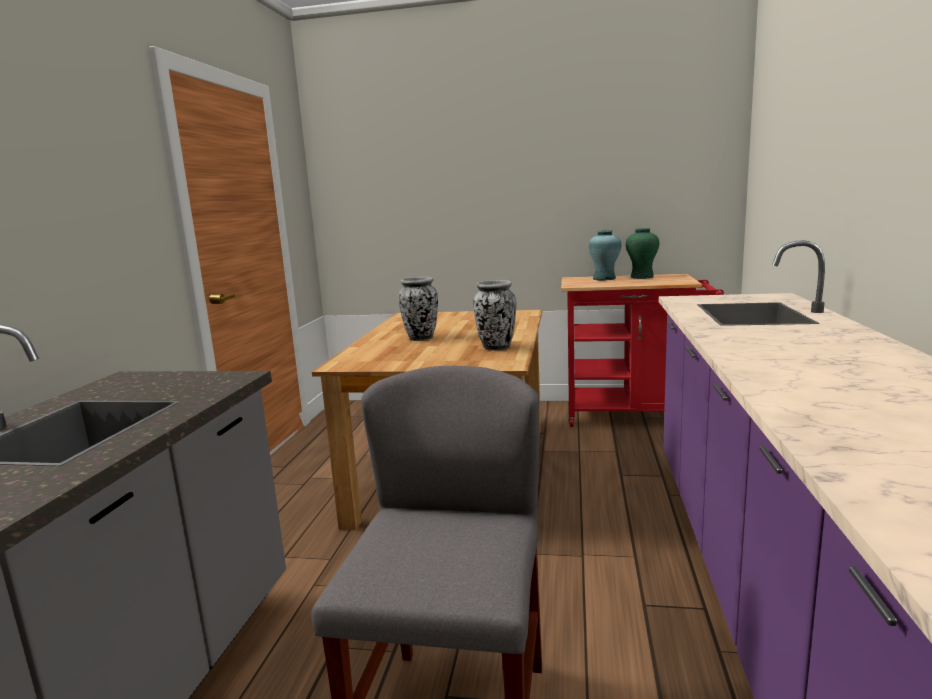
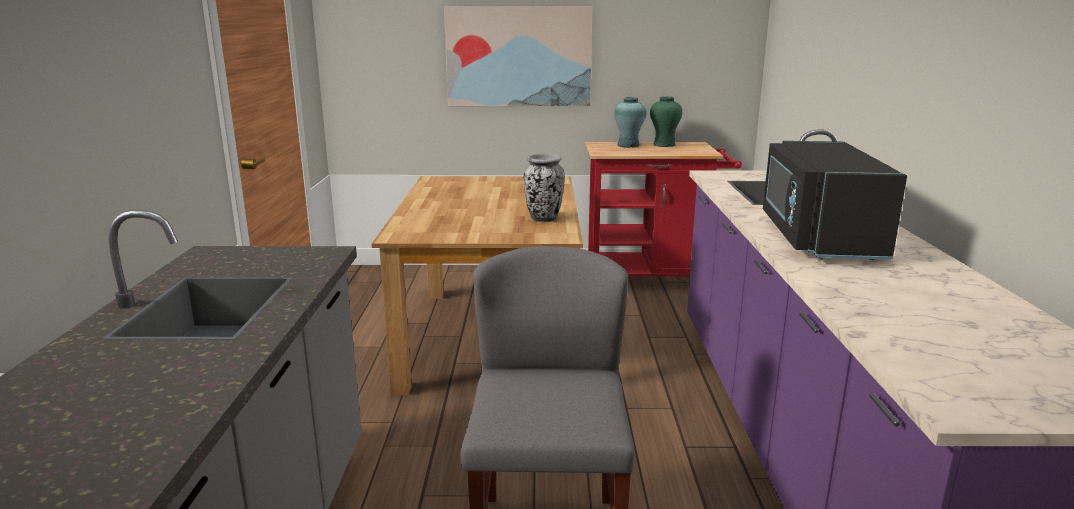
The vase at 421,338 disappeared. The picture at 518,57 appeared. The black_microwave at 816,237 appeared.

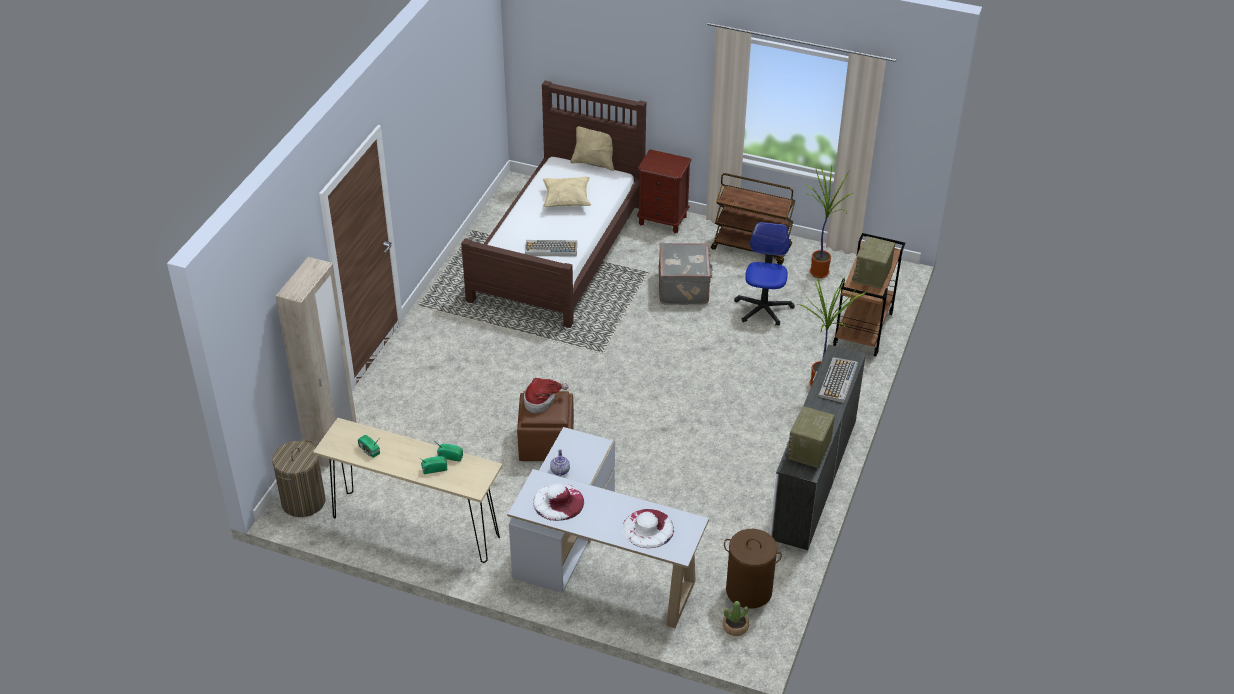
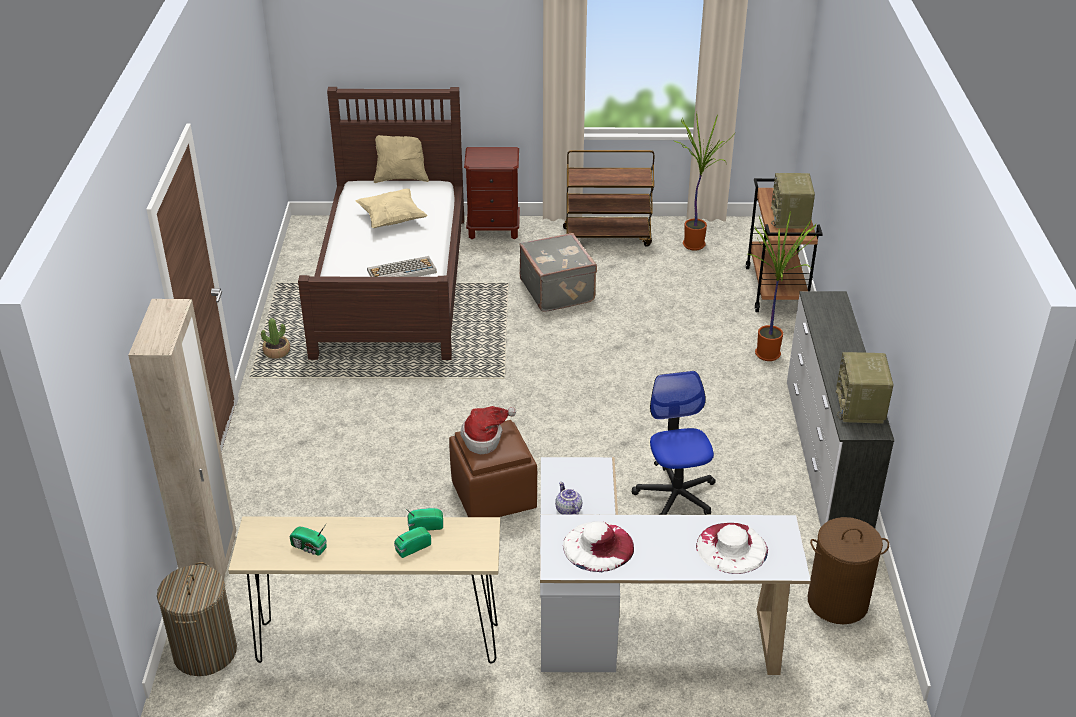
The keyboard at 838,381 disappeared. The potted_plant moved from 735,626 to 277,351. The office_chair moved from 763,309 to 675,495.

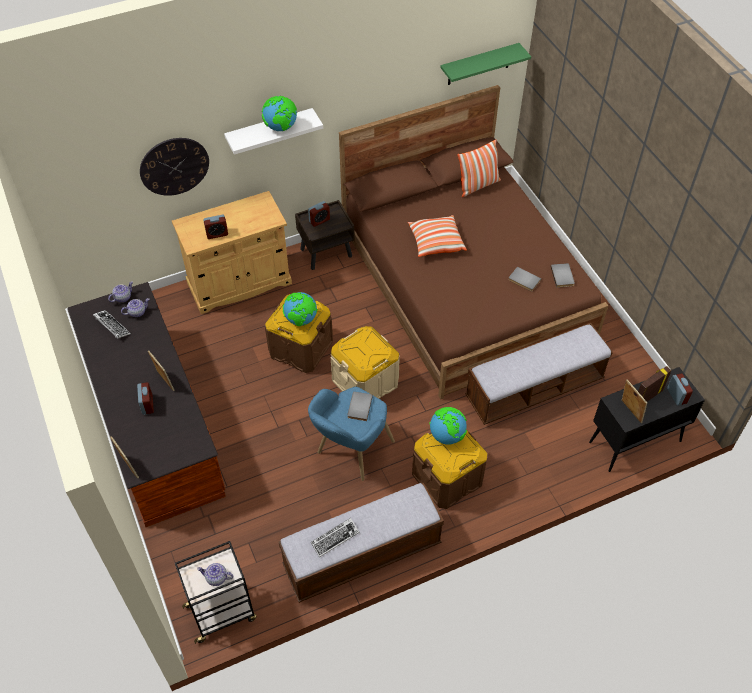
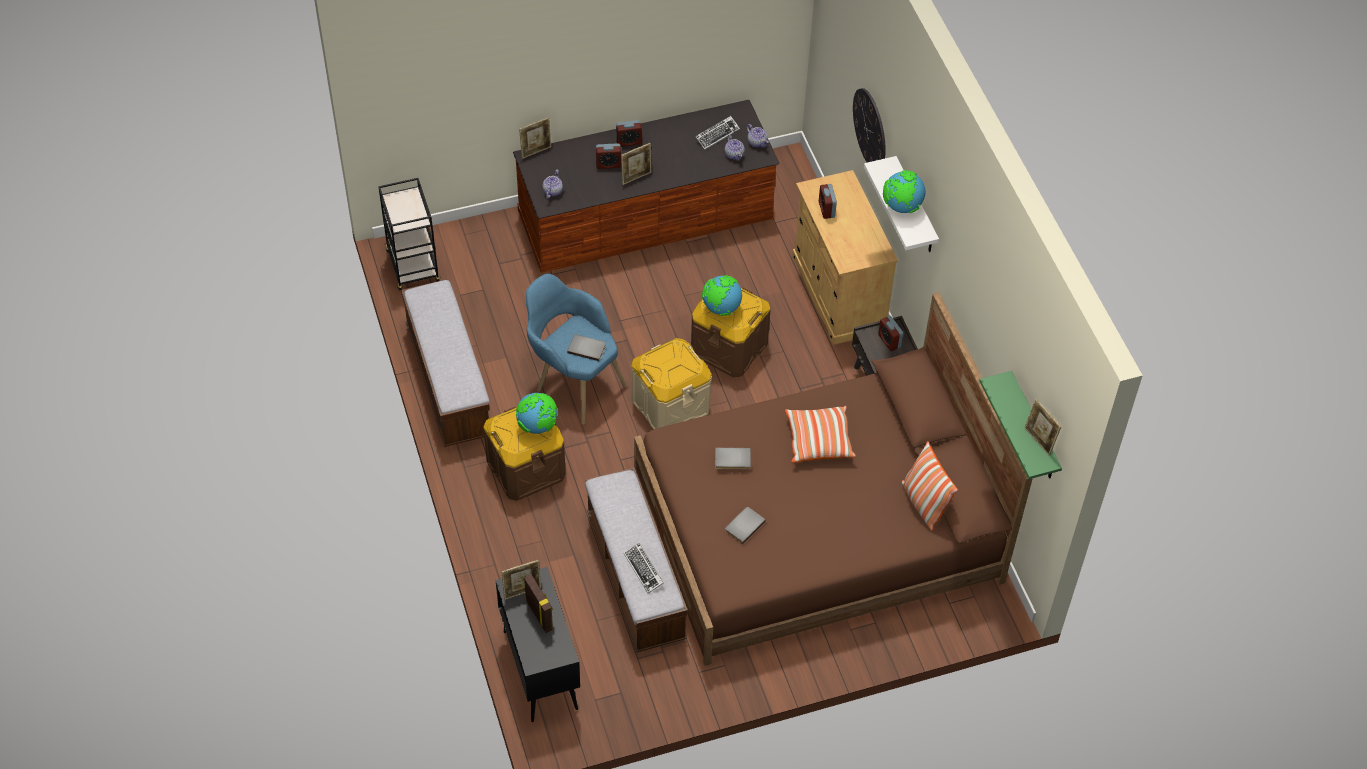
The picture_frame at 1038,441 appeared. The teapot moved from 216,578 to 552,191. The keyboard moved from 335,538 to 644,570. The grey_book moved from 563,276 to 732,460. The alarm_clock moved from 676,396 to 628,141.

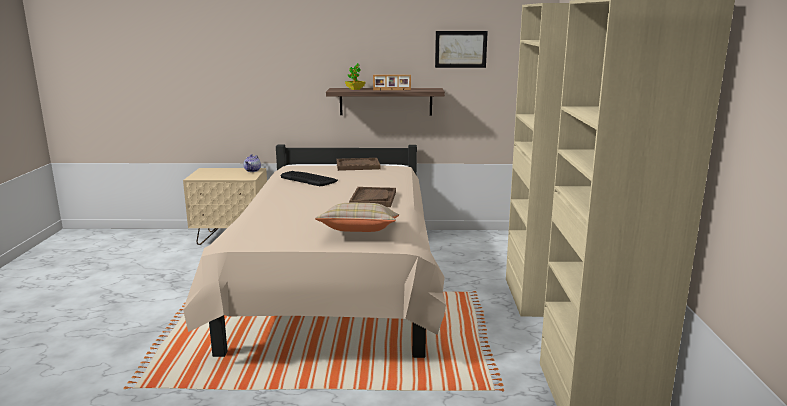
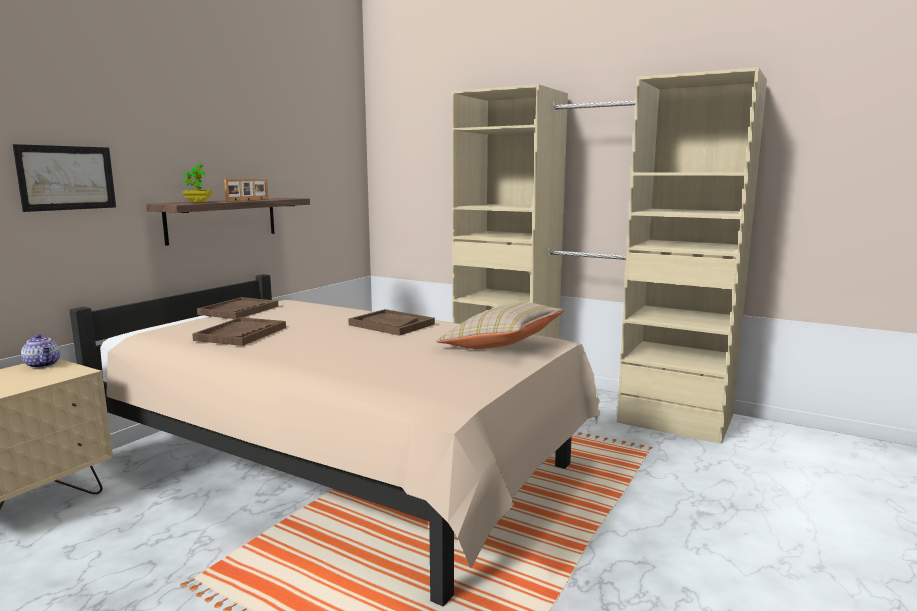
The picture moved from 460,49 to 67,178. The keyboard at 308,179 was replaced by the brown_tray at 241,334.

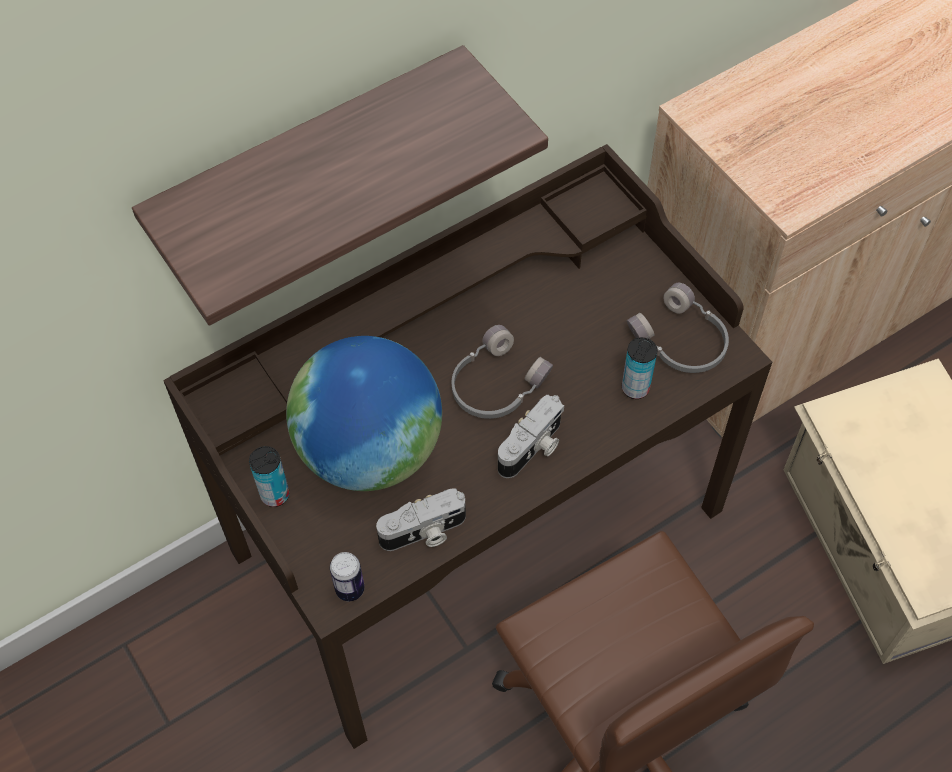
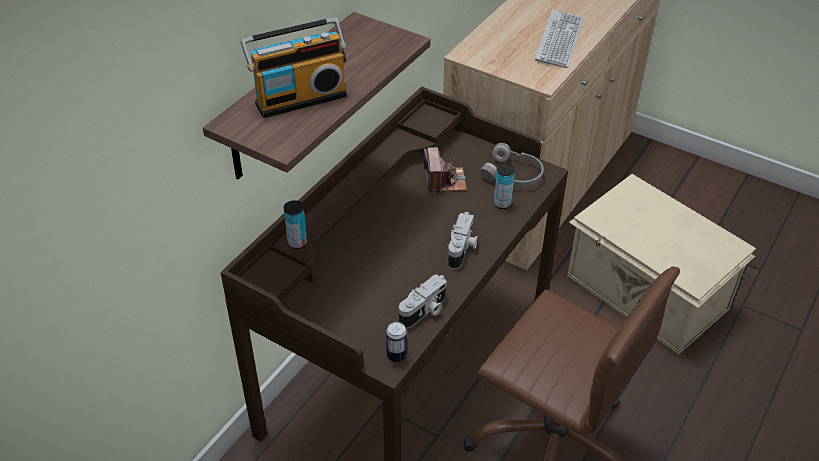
The globe at 371,450 disappeared. The grey_headphones at 495,384 disappeared. The radio at 300,98 appeared. The photo_camera at 444,181 appeared. The keyboard at 559,40 appeared. The can moved from 275,495 to 297,243.

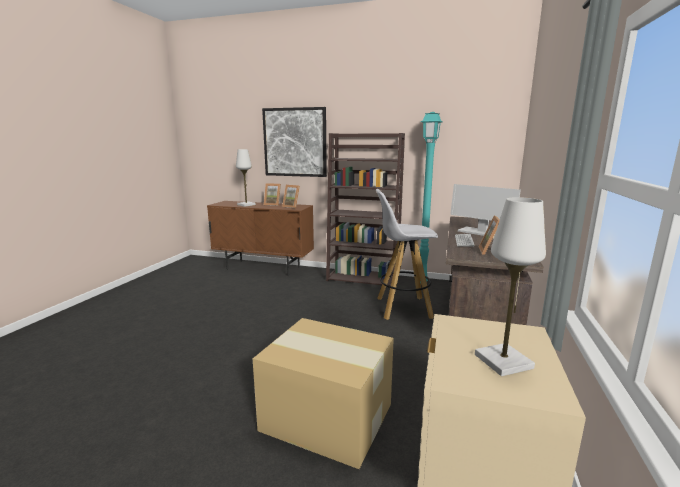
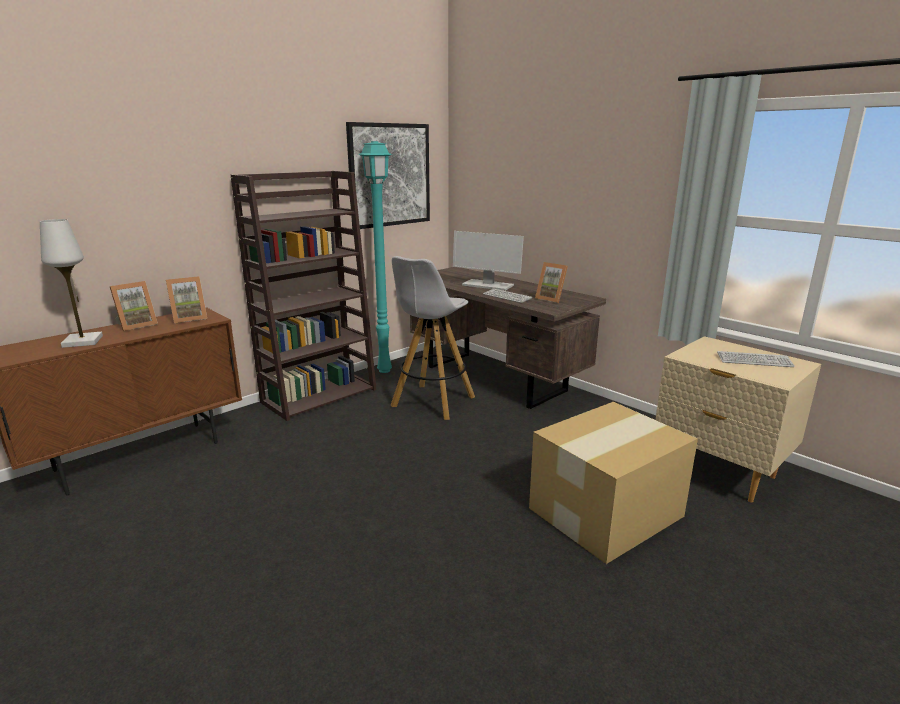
The picture moved from 295,142 to 389,175. The white_table_lamp at 503,361 was replaced by the keyboard at 754,360. The monitor at 481,232 turned 45 degrees clockwise.

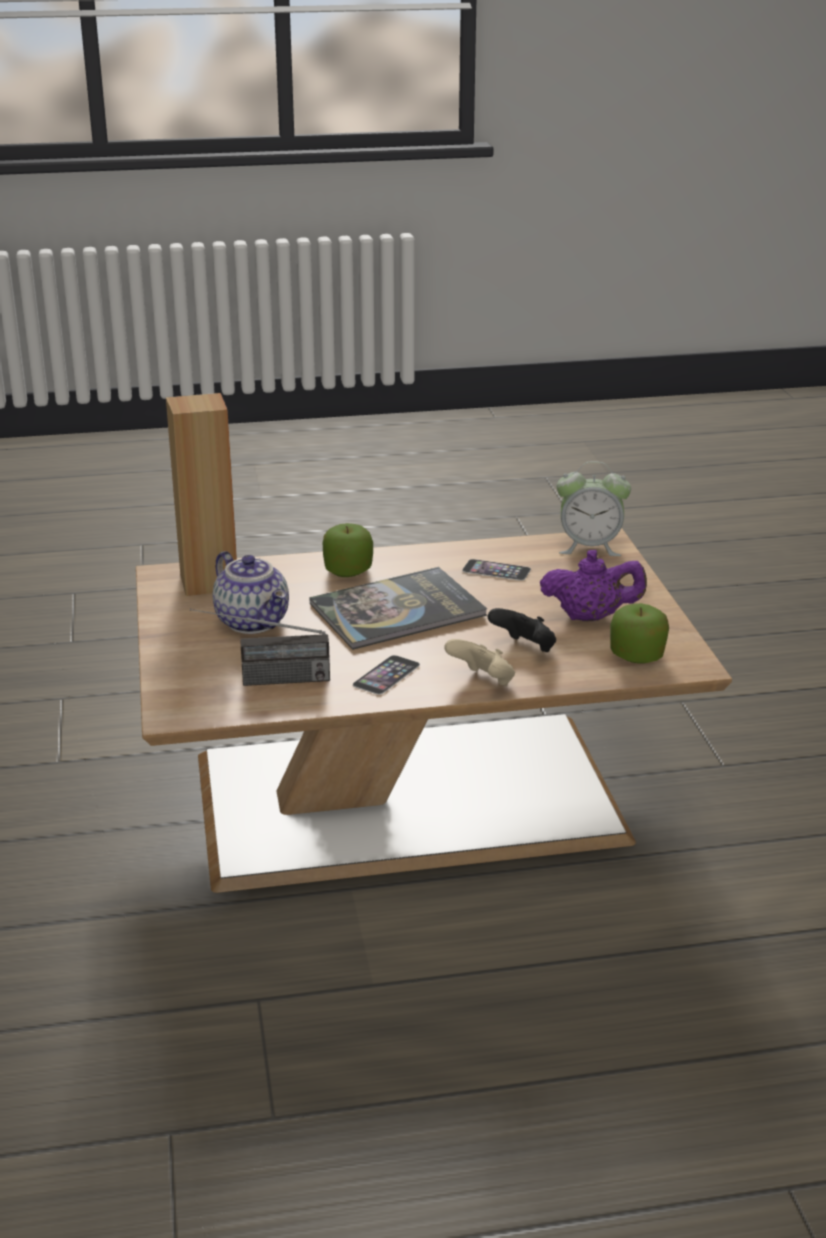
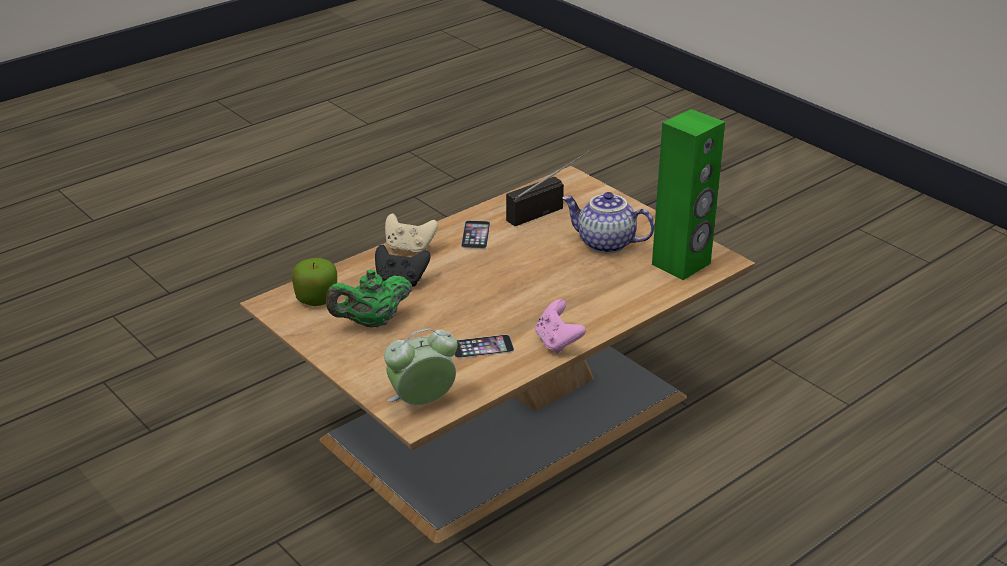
The book at 397,610 disappeared. The apple at 348,571 disappeared. The pink_game_controller at 557,342 appeared. The brown_speaker at 209,582 became the green_speaker at 681,264. The purple_teapot at 590,617 became the green_teapot at 371,322.

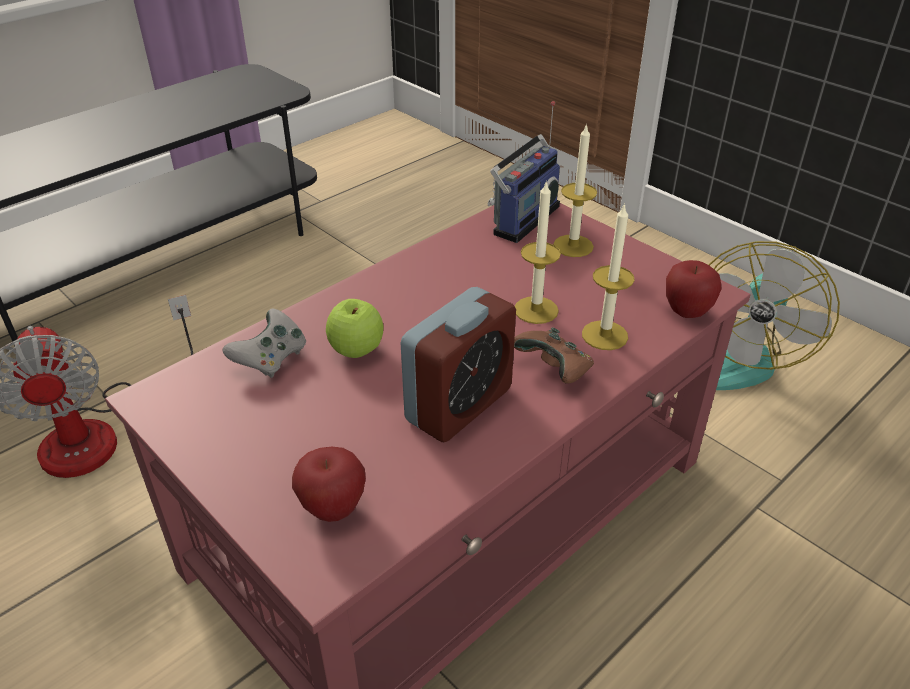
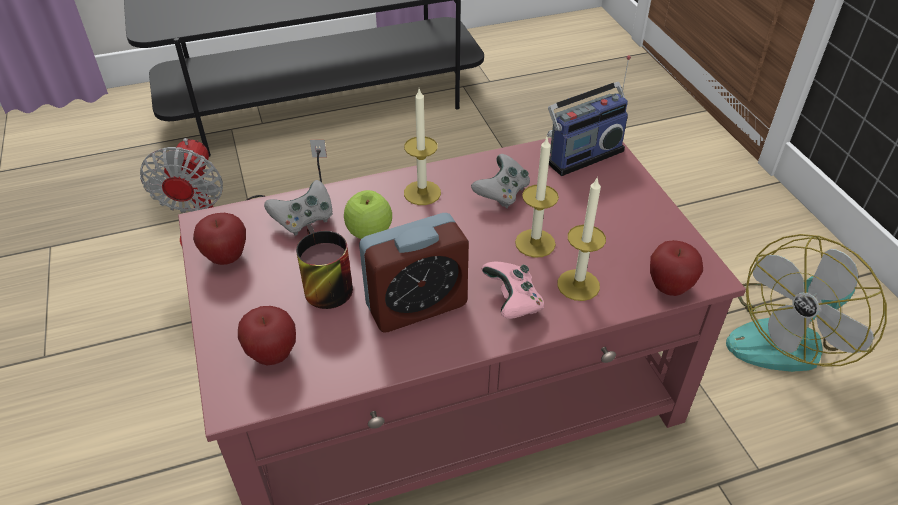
The apple at 226,257 appeared. The mug at 321,285 appeared. The grey_game_controller at 502,194 appeared. The candle moved from 573,246 to 422,193. The brown_game_controller at 555,370 became the pink_game_controller at 513,302.

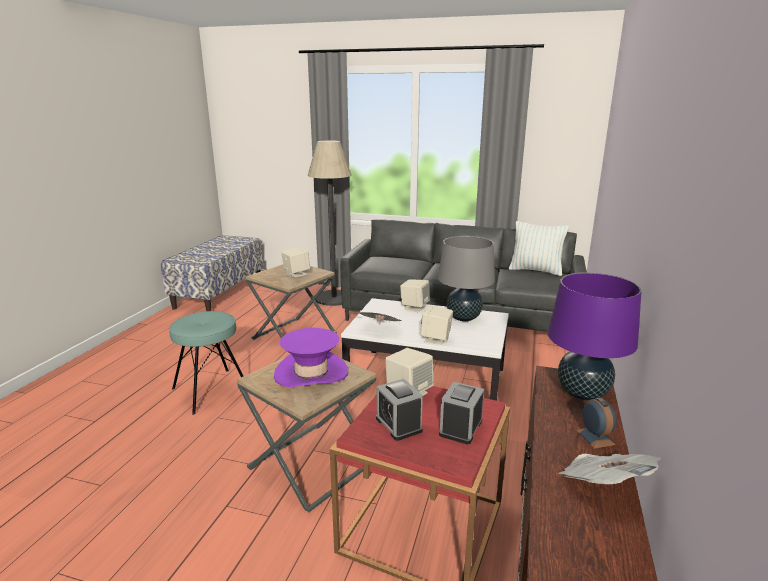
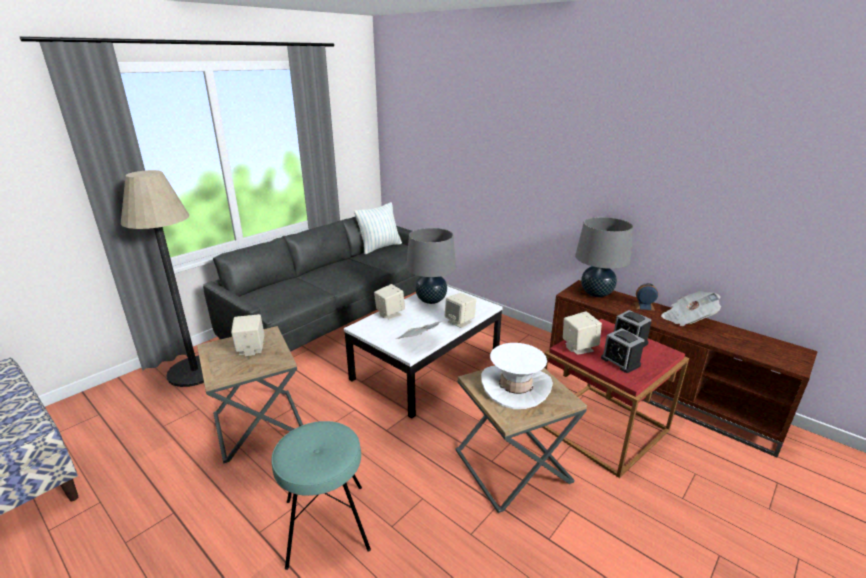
The purple_hat at 311,373 became the white_hat at 515,386. The purple_table_lamp at 582,393 became the grey_table_lamp at 596,293. The alarm_clock at 398,424 turned 60 degrees clockwise.

